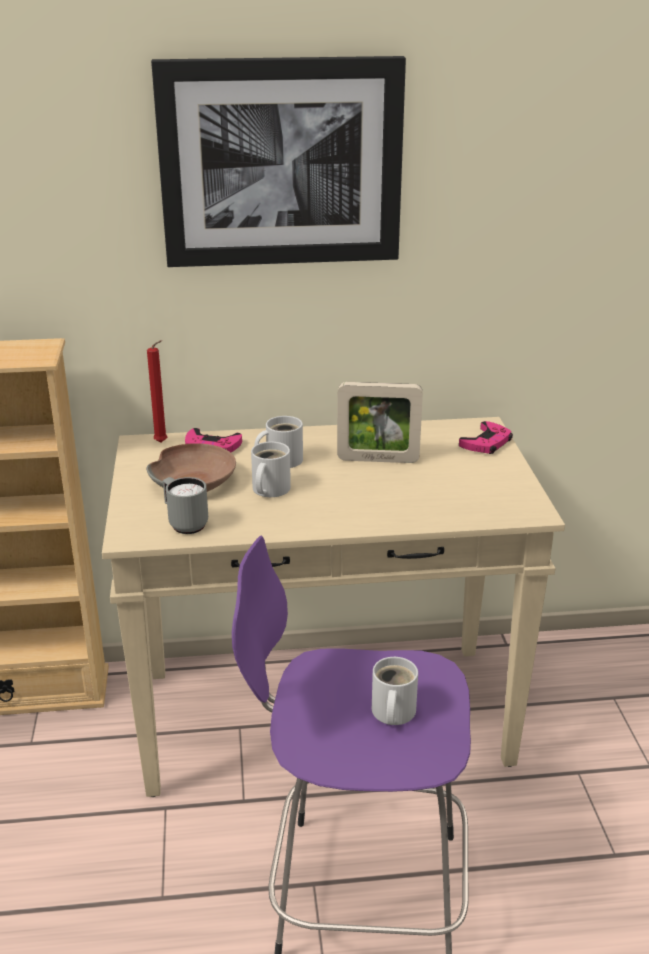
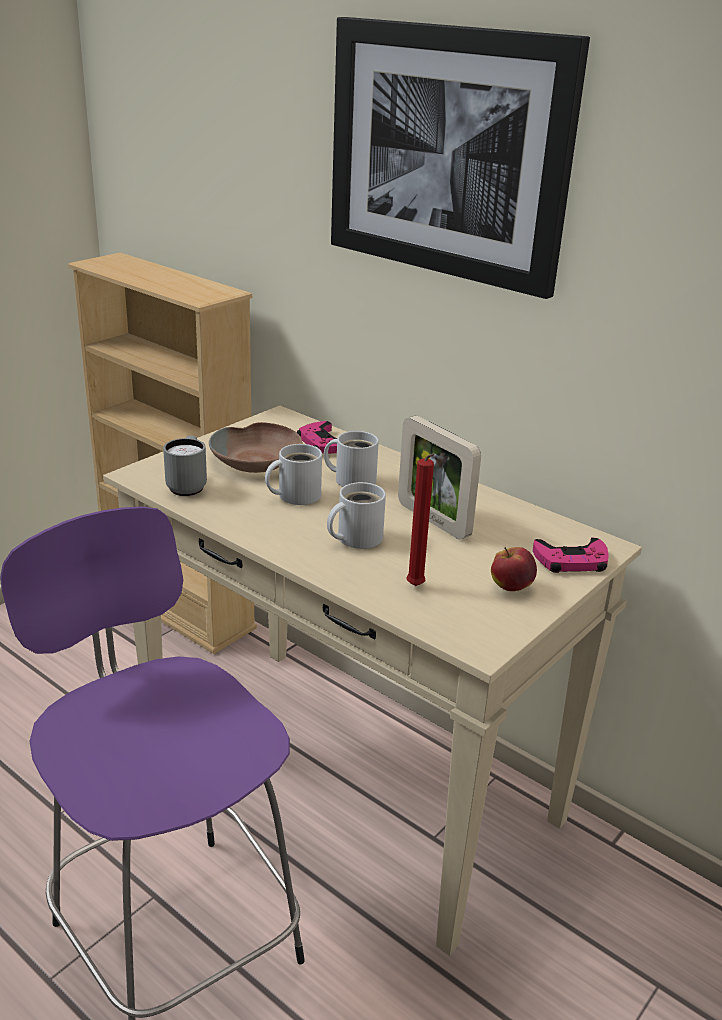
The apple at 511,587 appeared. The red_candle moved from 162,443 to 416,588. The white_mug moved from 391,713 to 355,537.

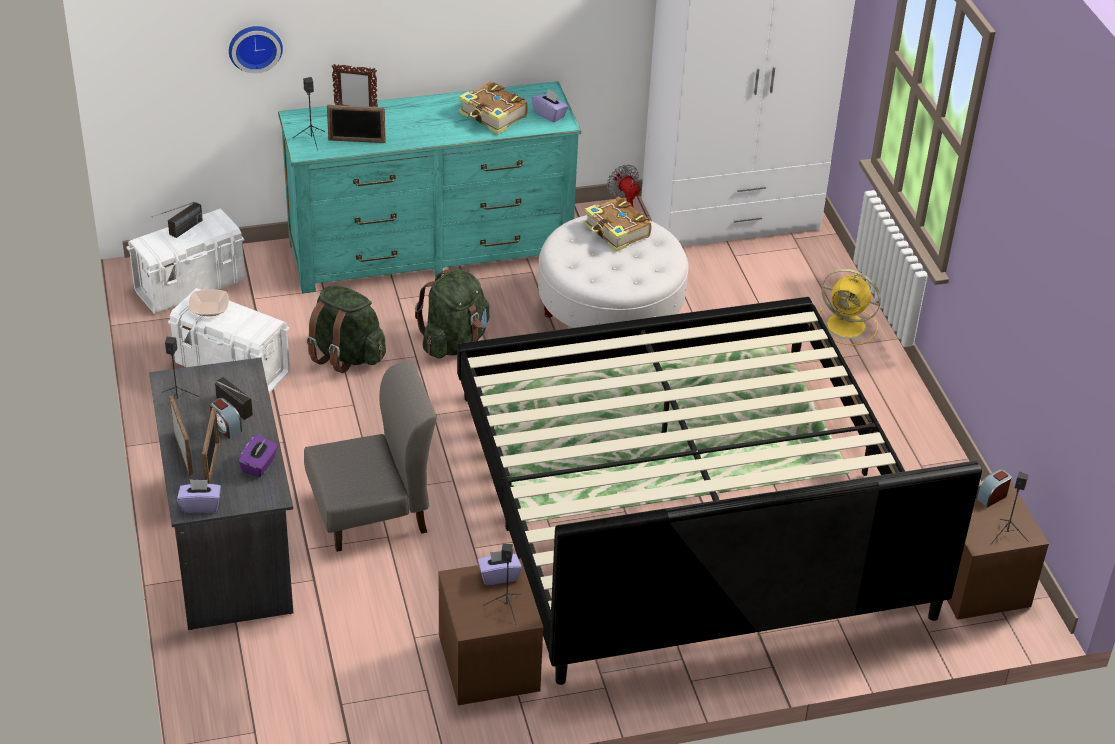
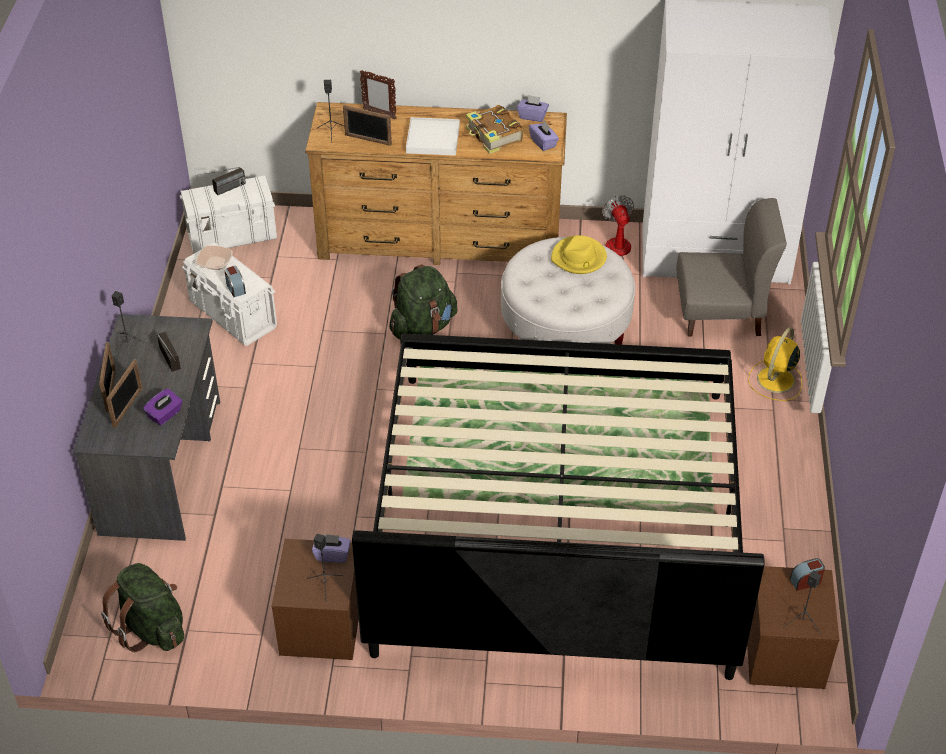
The wall_clock at 255,47 disappeared. The white_tray at 433,139 appeared. The purple_tissue_box moved from 200,505 to 532,116. The alarm_clock moved from 225,427 to 235,288. The grey_chair moved from 371,514 to 720,314. The green_backpack moved from 346,355 to 152,628. The book at 616,232 was replaced by the yellow_hat at 579,258. The turquoise_dresser at 430,250 became the brown_dresser at 440,240. The yellow_fan at 847,326 turned 75 degrees clockwise.

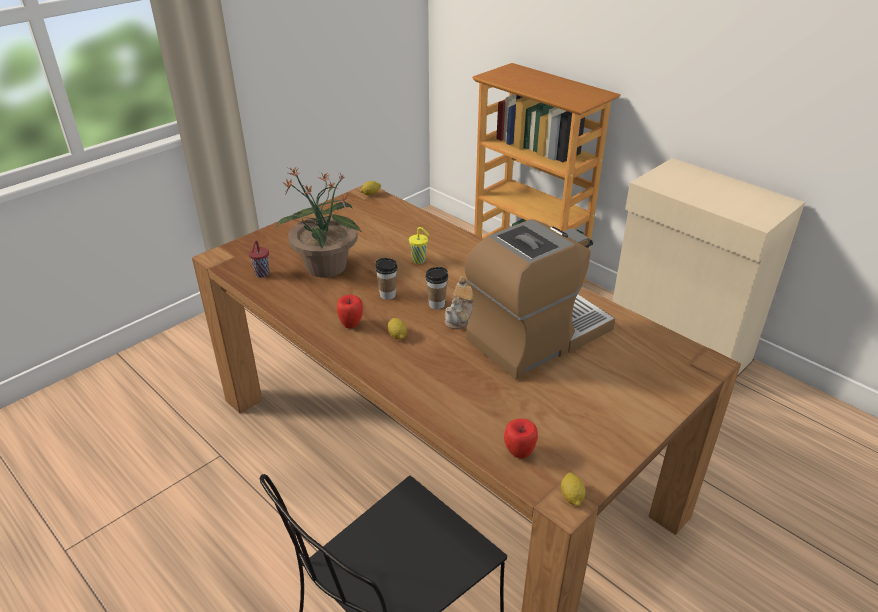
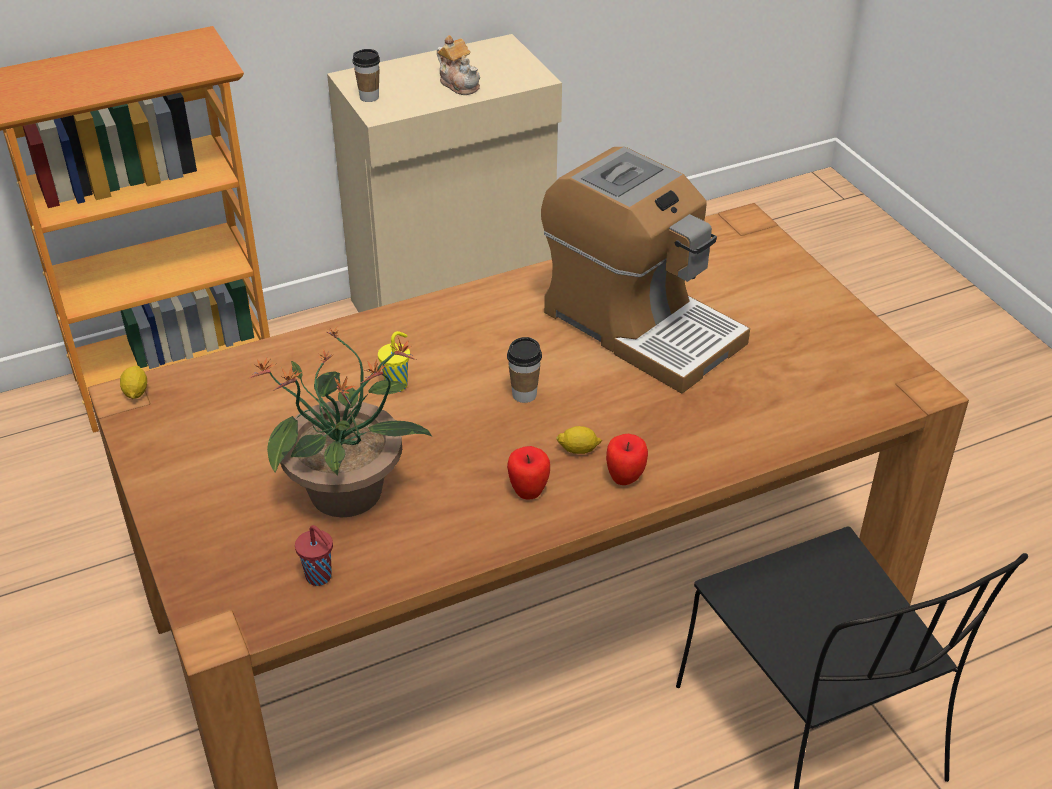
The lemon at 571,496 disappeared. The cup moved from 387,295 to 369,97. The teapot moved from 462,317 to 459,83. The apple moved from 519,453 to 625,479. The coffee_machine at 537,336 turned 150 degrees clockwise.

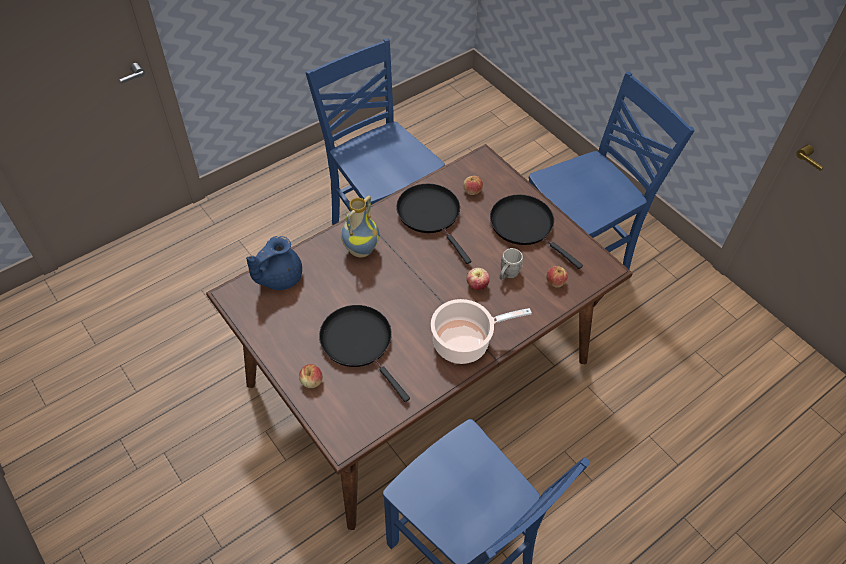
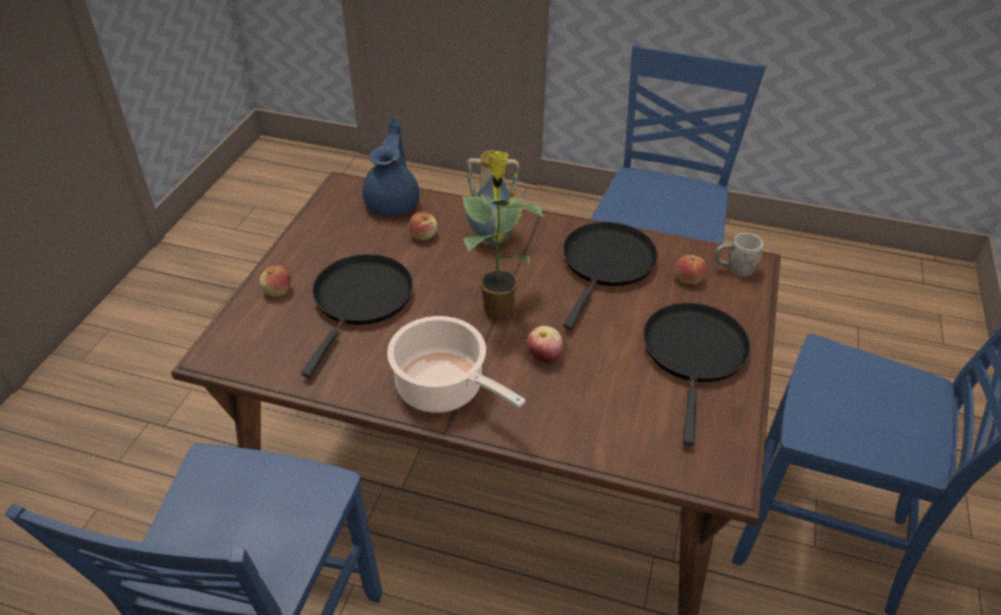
The potted_plant at 497,308 appeared. The grey_mug moved from 507,274 to 734,269. The apple moved from 555,282 to 423,235. The blue_teapot at 278,277 turned 90 degrees clockwise.

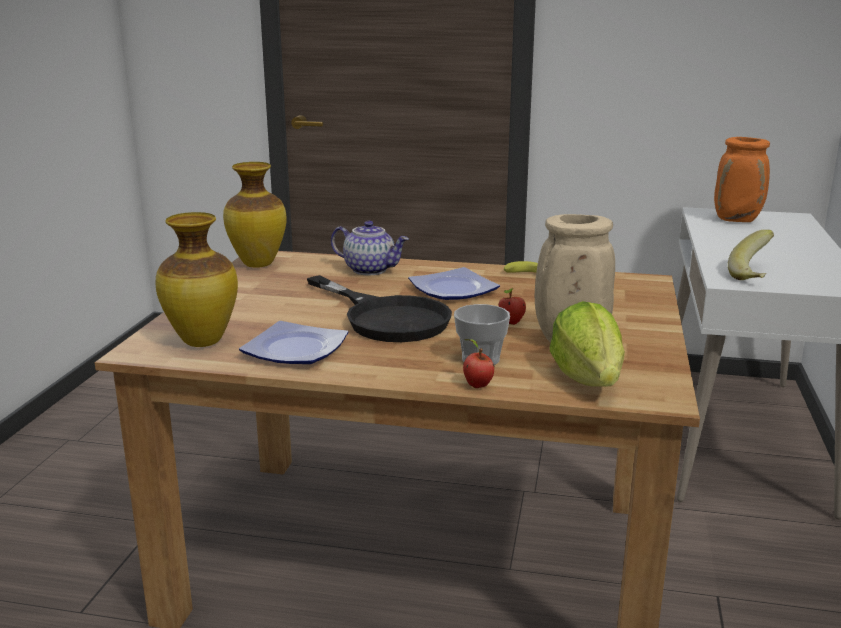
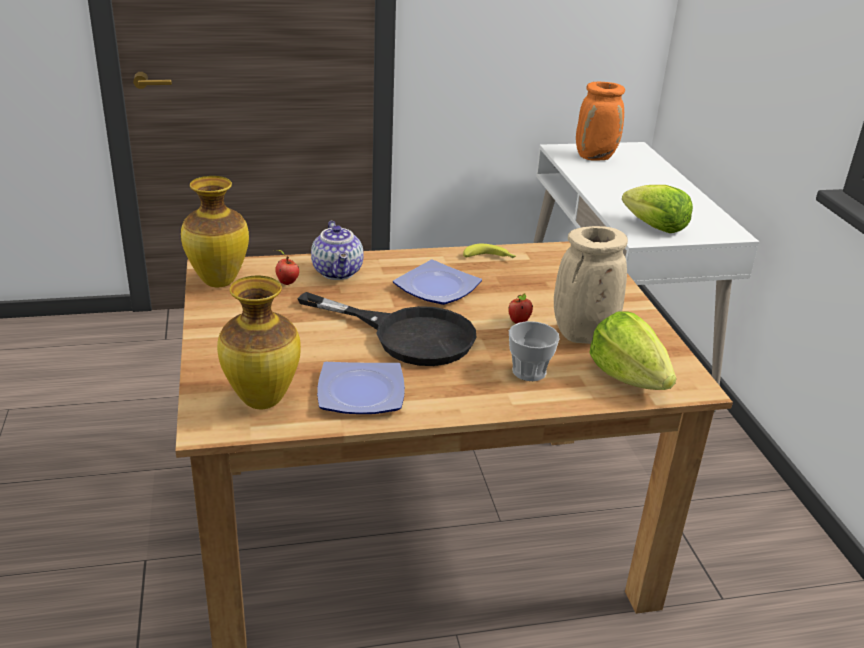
The apple moved from 476,385 to 286,282. The banana at 755,275 was replaced by the lettuce at 655,227. The teapot at 370,270 turned 75 degrees clockwise.

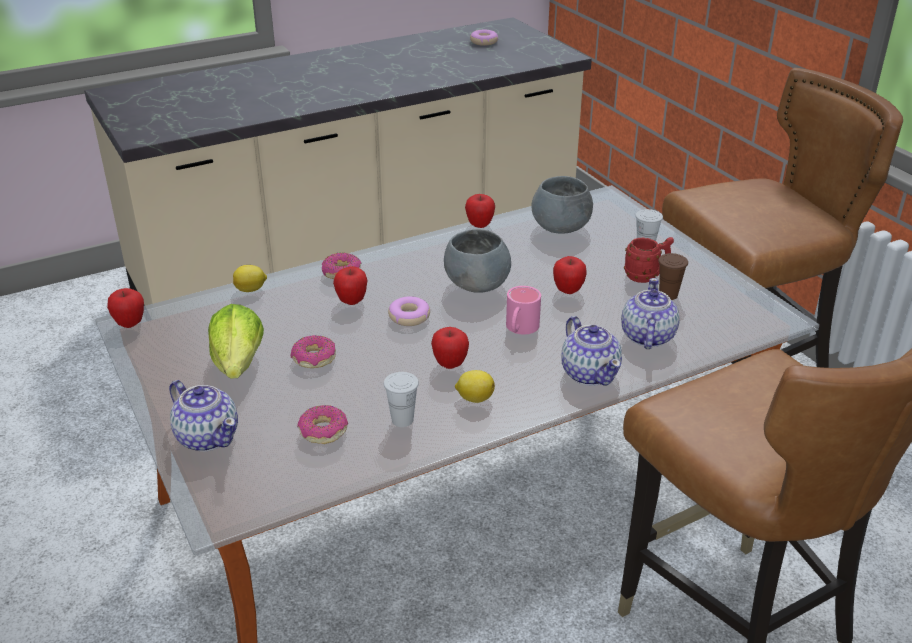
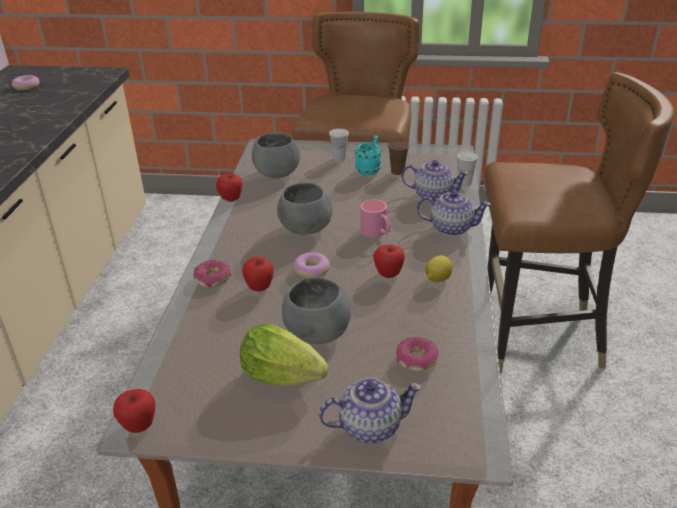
The lemon at 251,289 disappeared. The apple at 568,290 disappeared. The white_cup moved from 402,420 to 464,183. The donut at 314,358 was replaced by the grey_bowl at 317,333. The red_mug at 646,276 became the turquoise_mug at 369,170. The teapot at 647,337 turned 150 degrees clockwise.

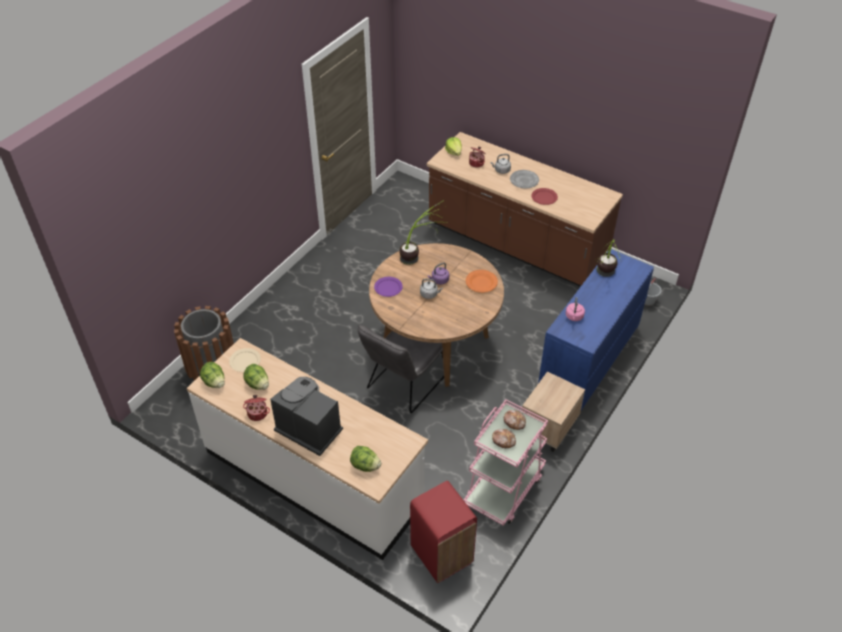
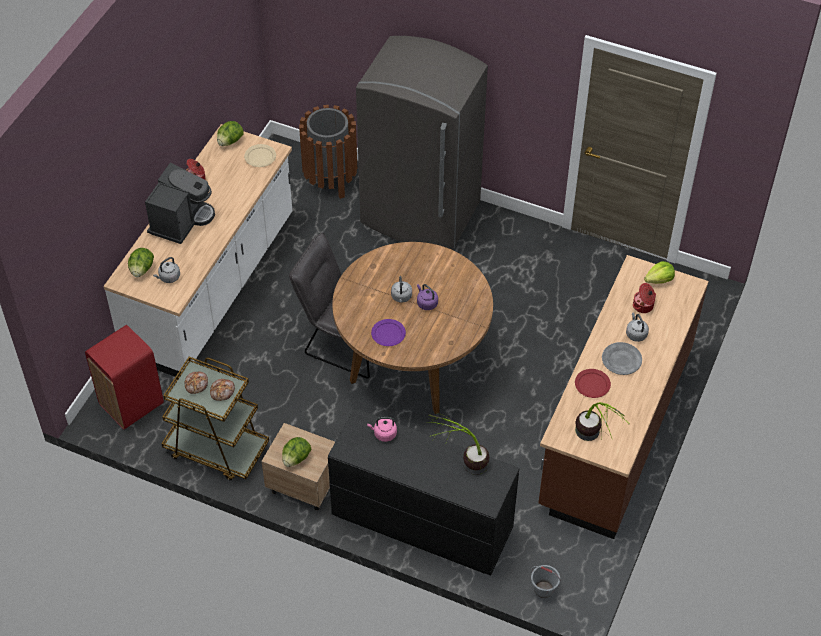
The orange_plate at 481,283 disappeared. The grey_kettle at 168,277 appeared. The grey_fridge at 420,214 appeared. The lettuce moved from 258,384 to 296,458. The purple_plate moved from 388,287 to 388,333. The potted_plant moved from 420,256 to 595,442. The pink_cart at 504,488 became the brown_cart at 216,449. The blue_dresser at 588,359 became the black_dresser at 421,522.

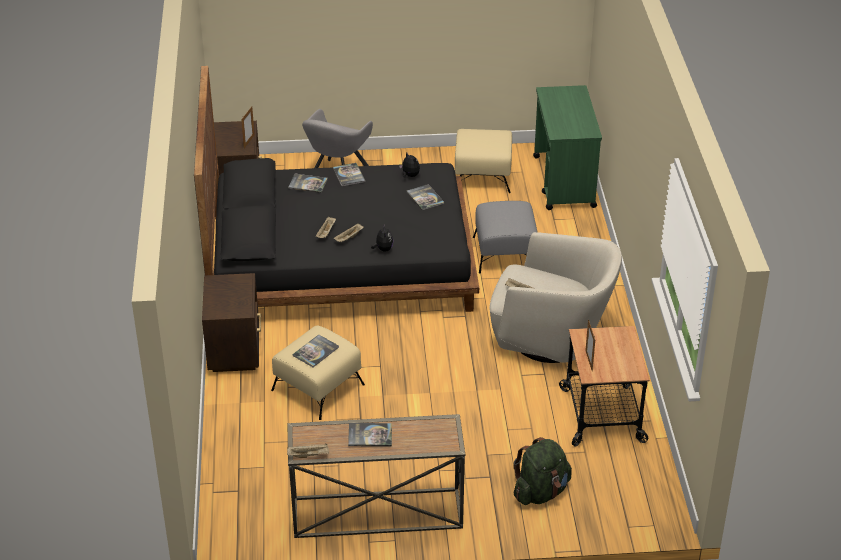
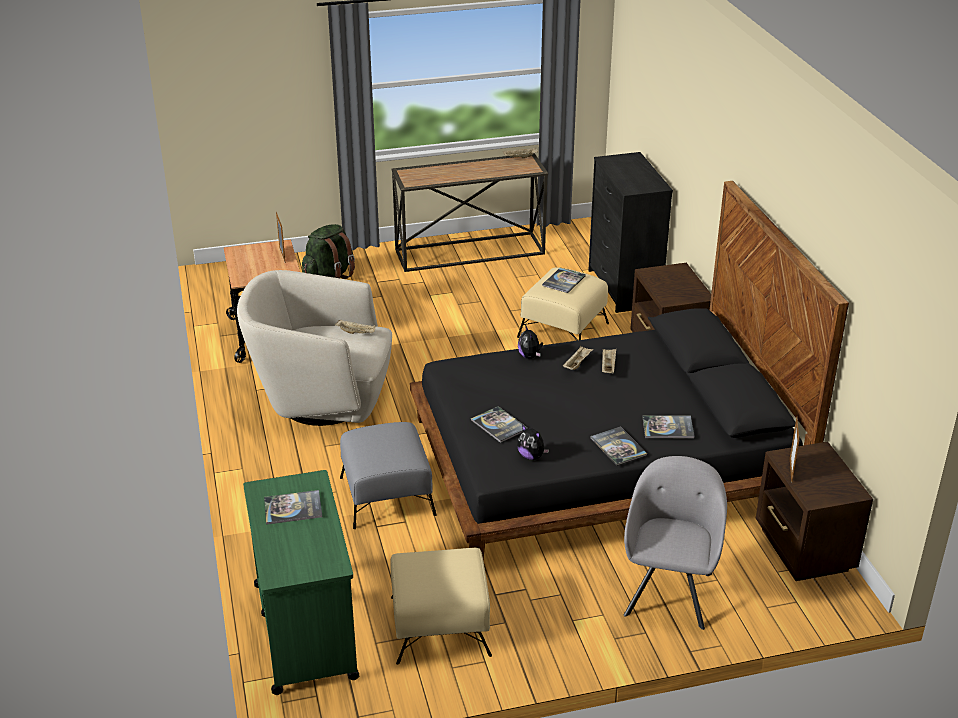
The black_dresser at 623,288 appeared. The book moved from 370,435 to 293,508.

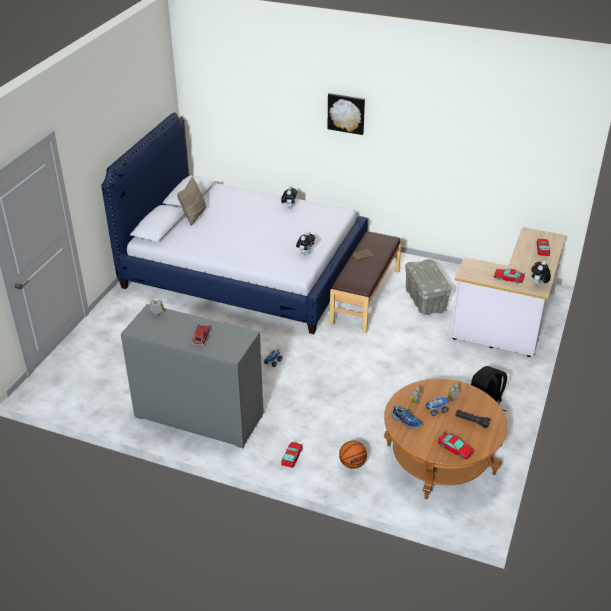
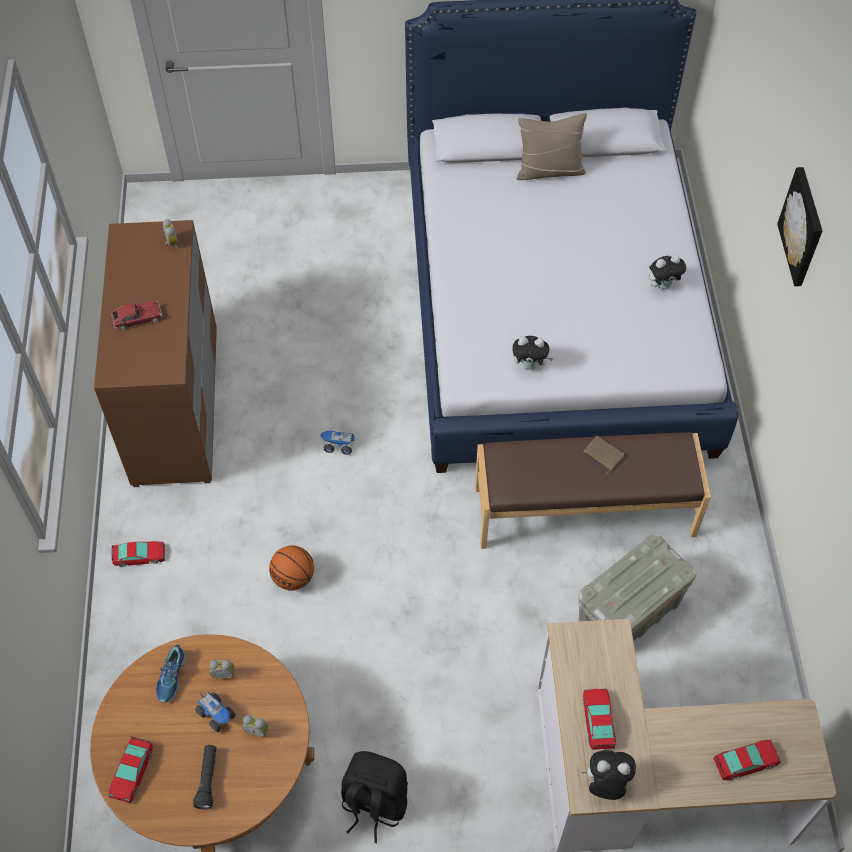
The basketball moved from 352,464 to 293,578. The grey_dresser at 199,416 became the brown_dresser at 176,405.

